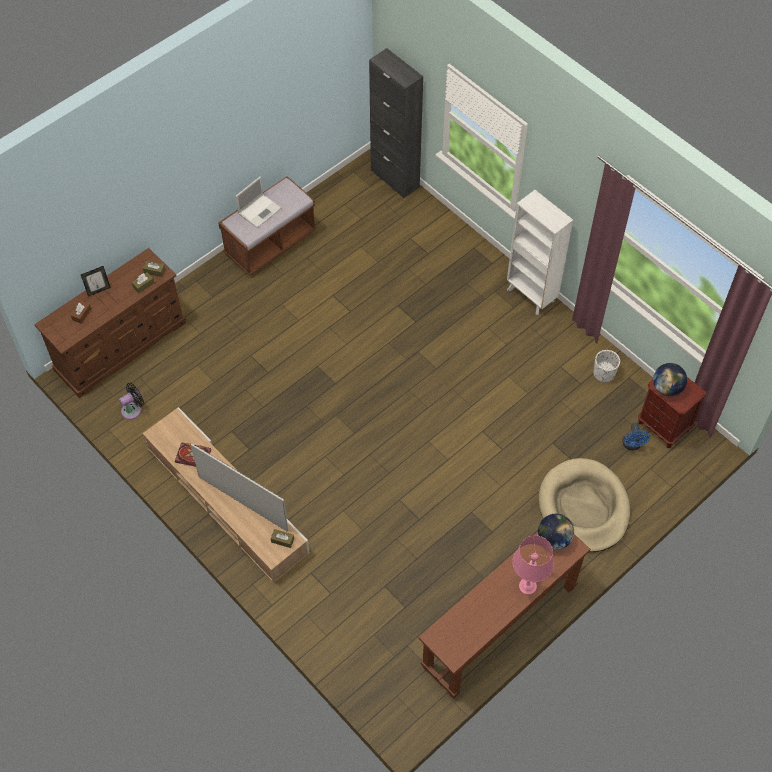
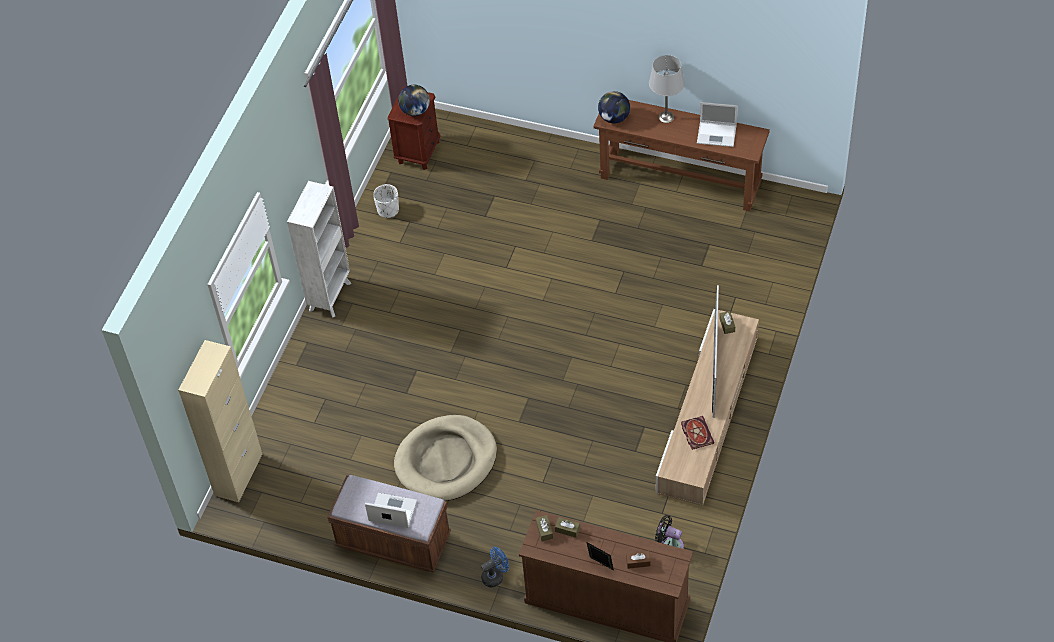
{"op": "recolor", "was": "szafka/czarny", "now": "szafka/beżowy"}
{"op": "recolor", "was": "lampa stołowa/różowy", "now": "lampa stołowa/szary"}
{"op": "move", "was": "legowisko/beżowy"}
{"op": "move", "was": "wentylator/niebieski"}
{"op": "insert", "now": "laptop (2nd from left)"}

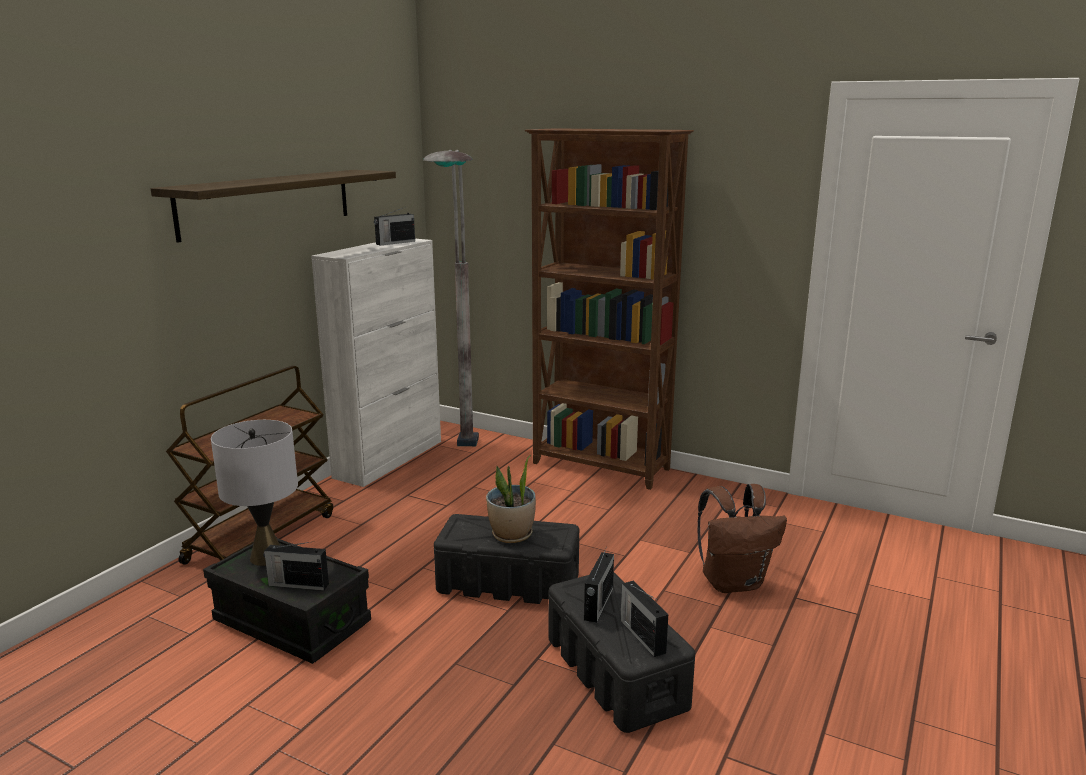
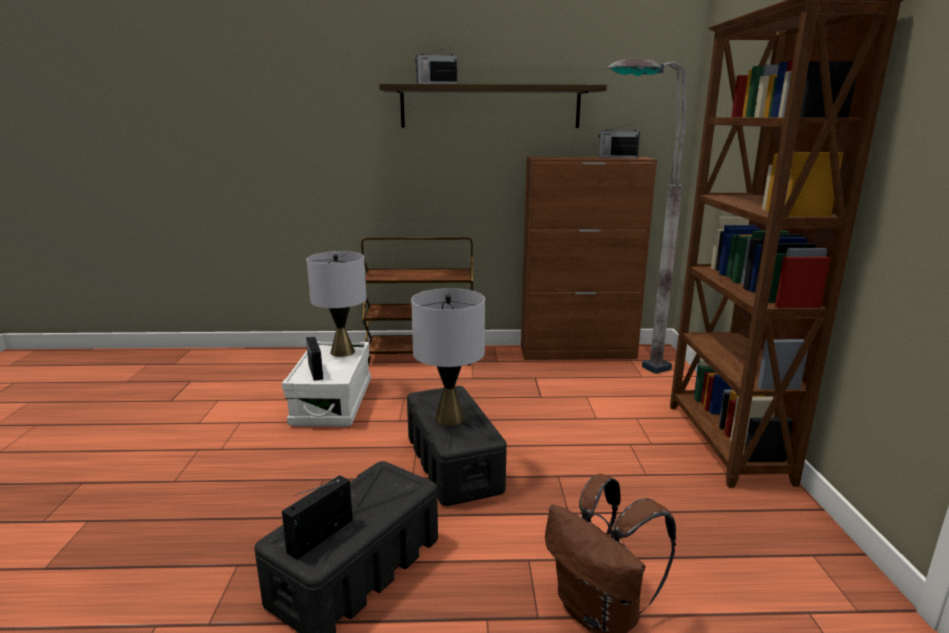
{"op": "recolor", "was": "pojemnik do przechowywania/czarny (1st from left)", "now": "pojemnik do przechowywania/biały"}
{"op": "recolor", "was": "szafka/biały", "now": "szafka/brązowy"}
{"op": "replace", "was": "roślina doniczkowa", "now": "lampa stołowa/szary (2nd from left)"}
{"op": "move", "was": "radio (3rd from left)"}

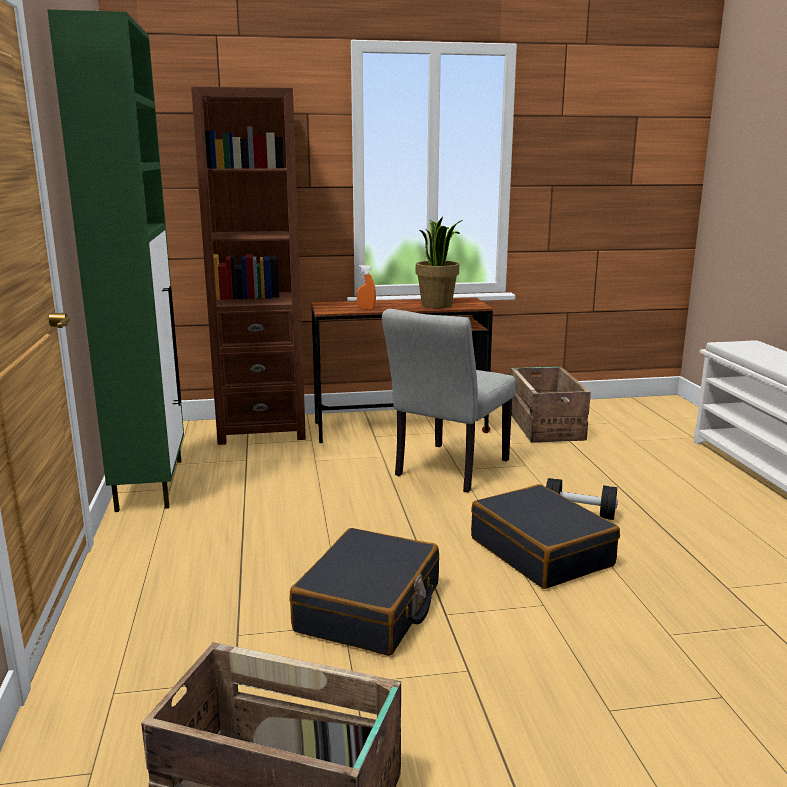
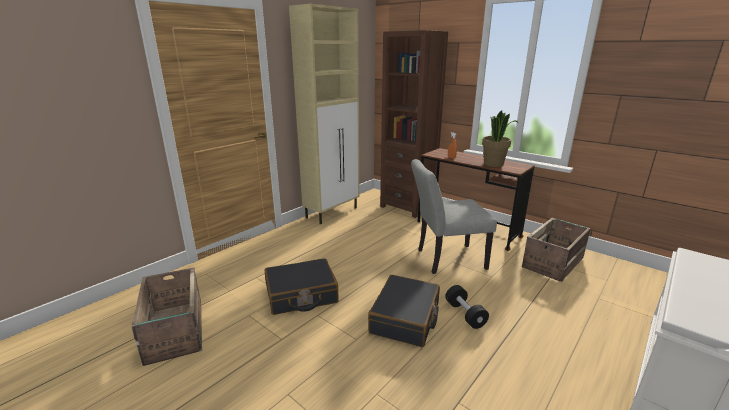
{"op": "recolor", "was": "szafka/zielony", "now": "szafka/beżowy"}

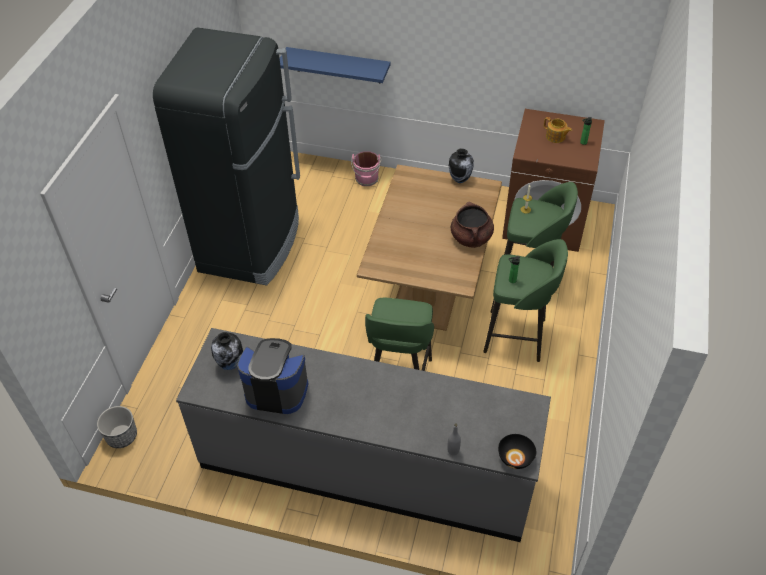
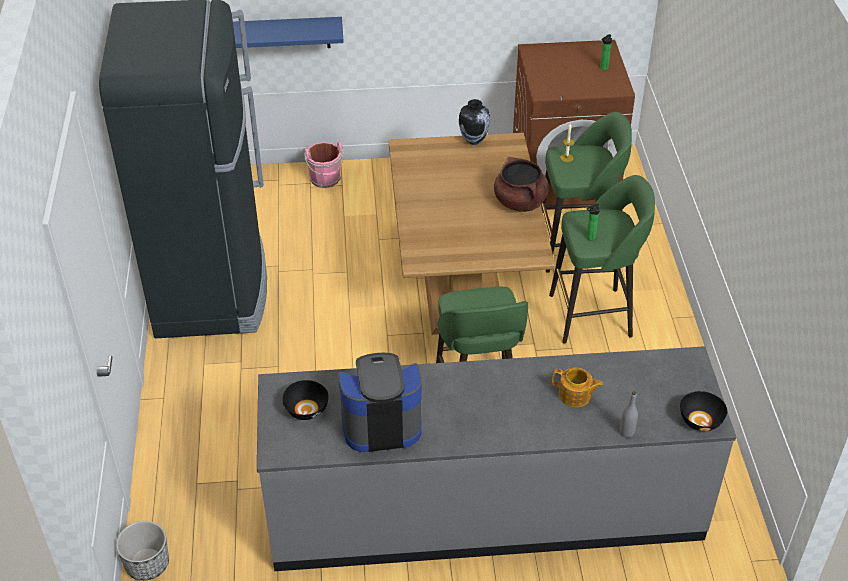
{"op": "replace", "was": "wazon (1st from left)", "now": "miska/czarny (1st from left)"}
{"op": "move", "was": "imbryk"}

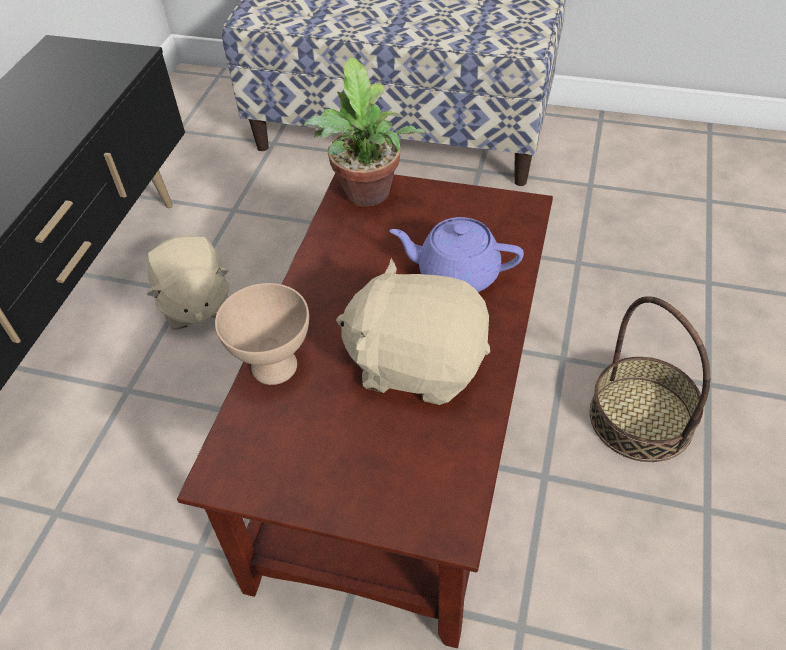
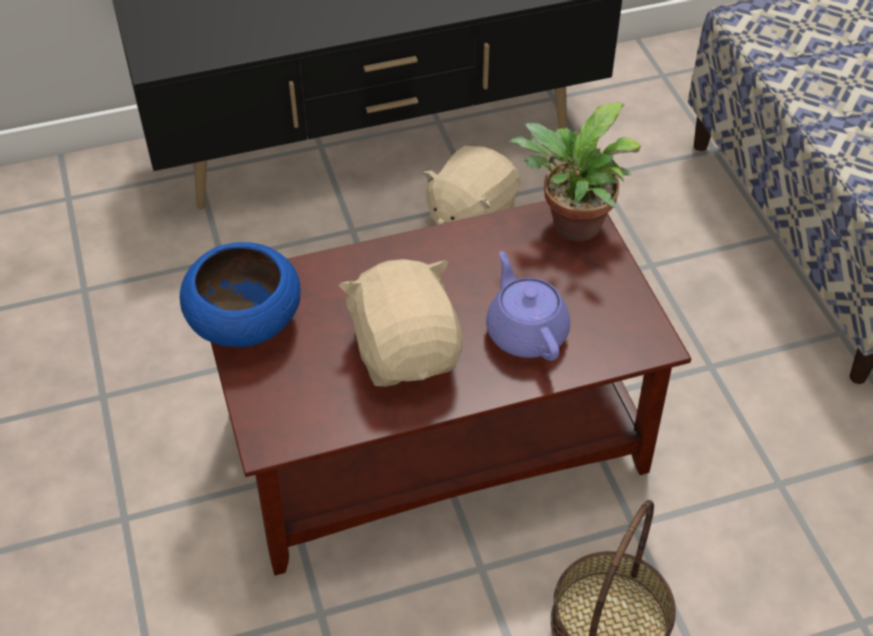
{"op": "delete", "was": "miska/beżowy"}
{"op": "insert", "now": "miska/niebieski"}

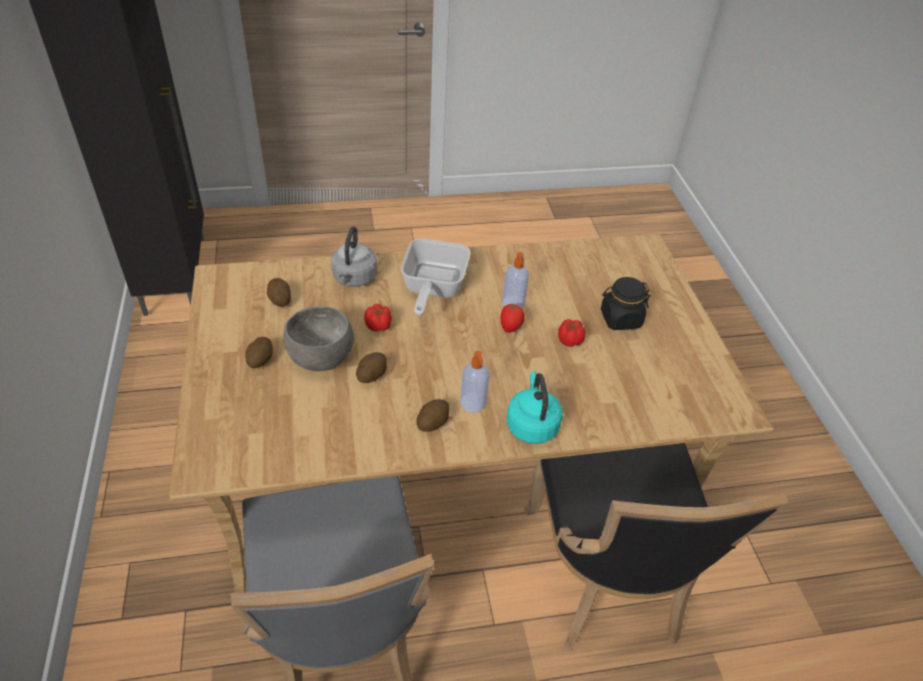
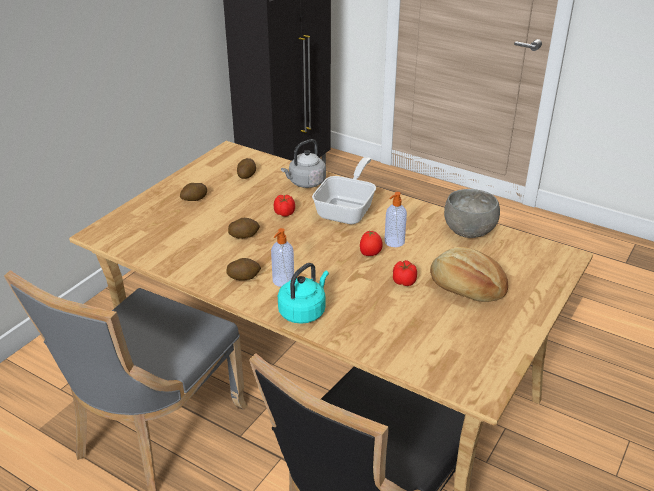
{"op": "move", "was": "miska/szary"}
{"op": "rotate", "was": "patelnia", "clockwise": 150}
{"op": "replace", "was": "słoik/czarny", "now": "chleb"}

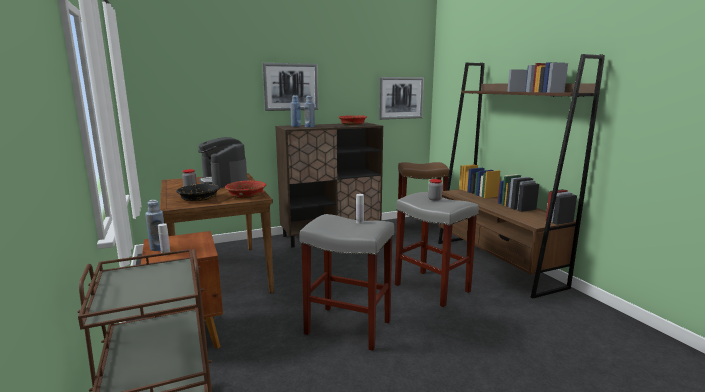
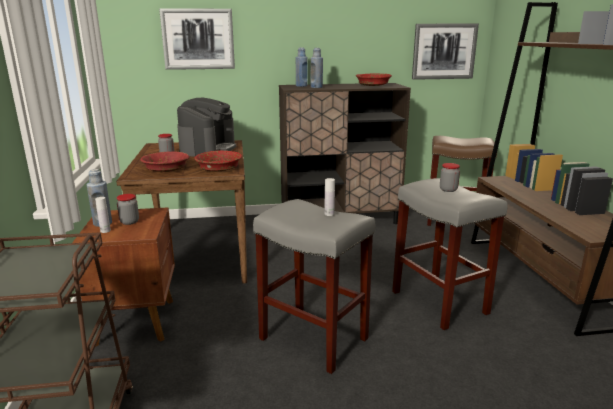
{"op": "recolor", "was": "miska/czarny", "now": "miska/czerwony (1st from left)"}
{"op": "rotate", "was": "ekspres do kawy", "clockwise": -150}
{"op": "move", "was": "obraz (1st from left)"}
{"op": "insert", "now": "słoik (1st from left)"}

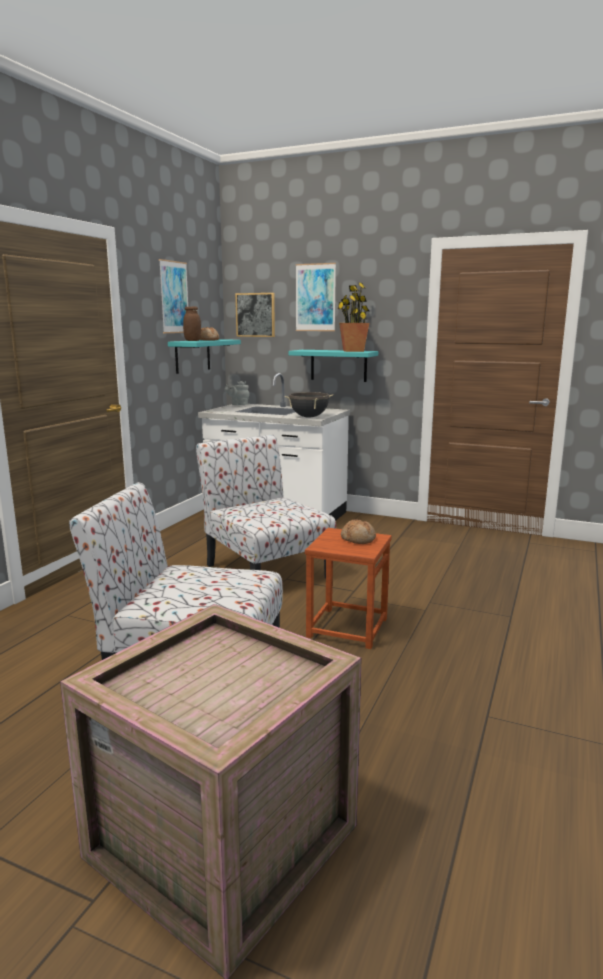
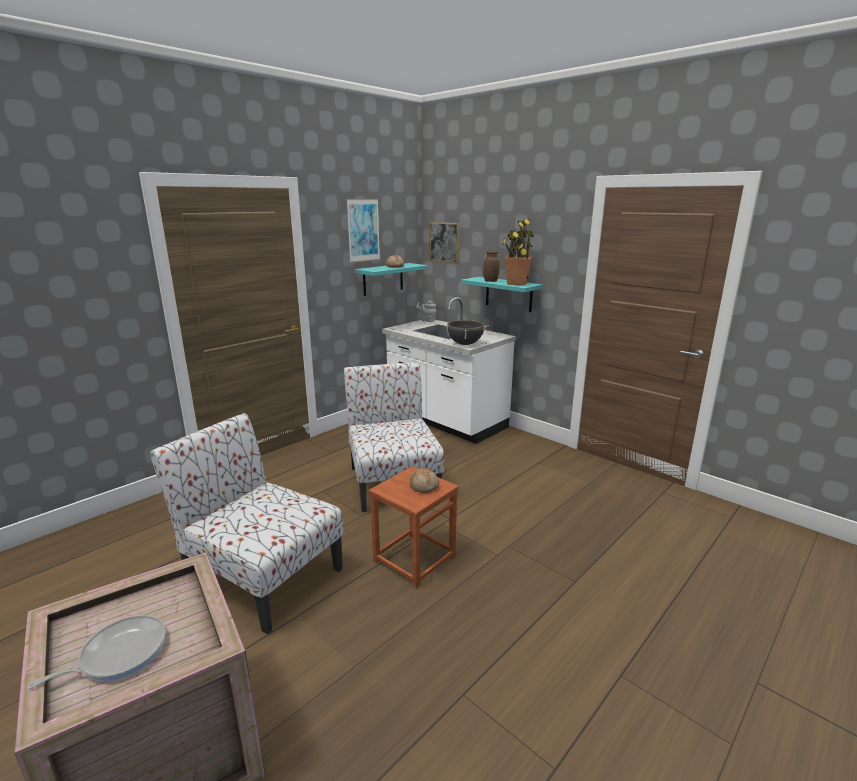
{"op": "move", "was": "słoik/brązowy"}
{"op": "delete", "was": "obraz (3rd from left)"}
{"op": "insert", "now": "patelnia"}

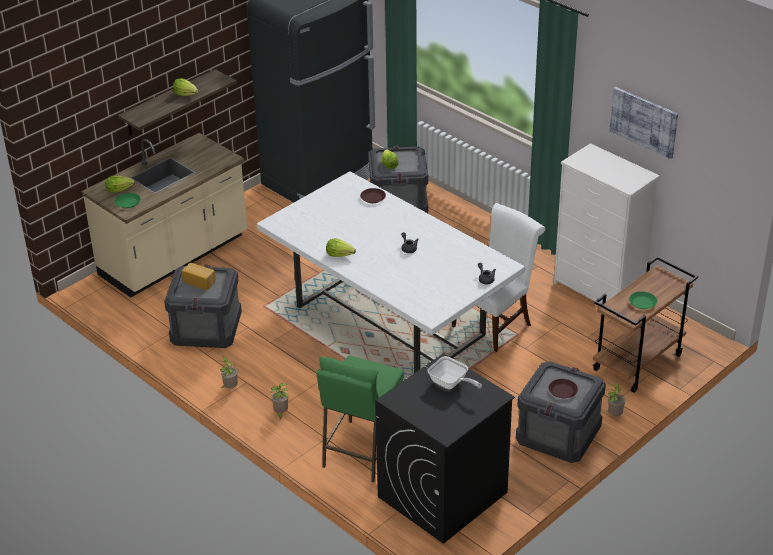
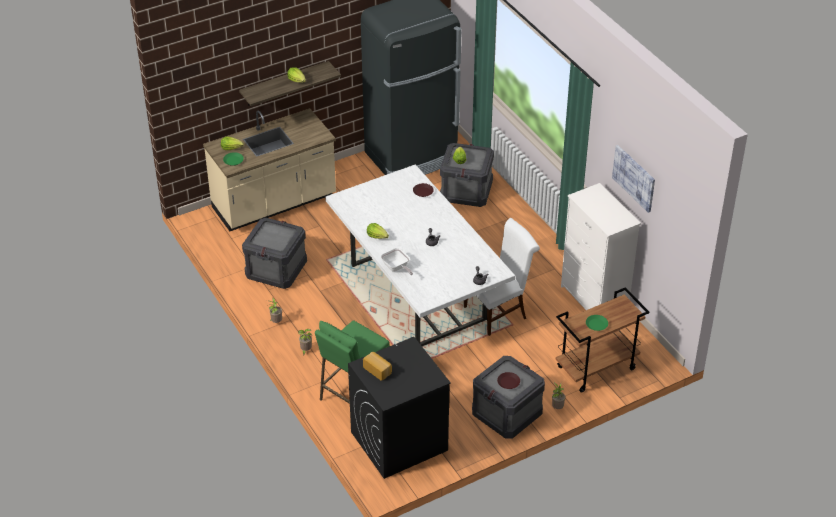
{"op": "move", "was": "chleb"}
{"op": "move", "was": "patelnia"}

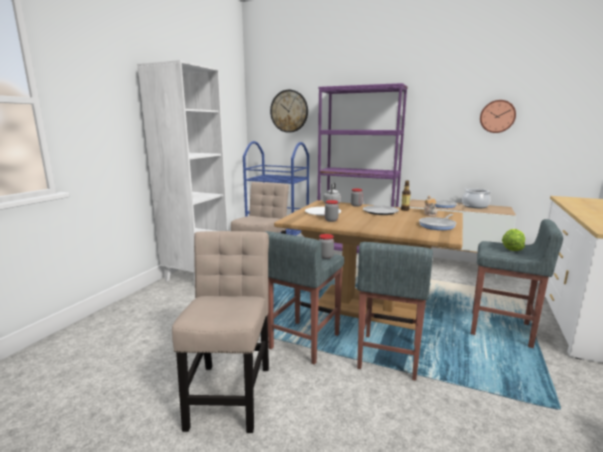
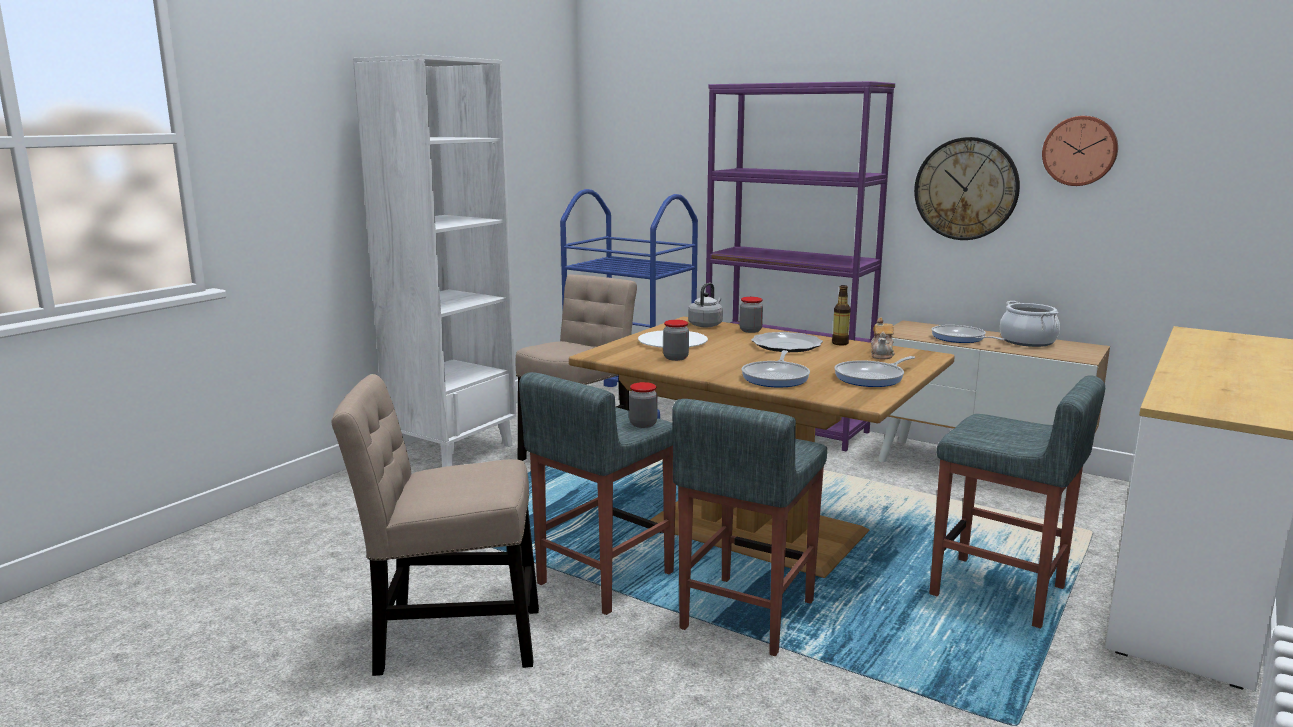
{"op": "rotate", "was": "krzesło/beżowy (1st from left)", "clockwise": -105}
{"op": "move", "was": "zegar ścienny (1st from left)"}
{"op": "delete", "was": "sałata"}
{"op": "insert", "now": "patelnia (1st from left)"}

